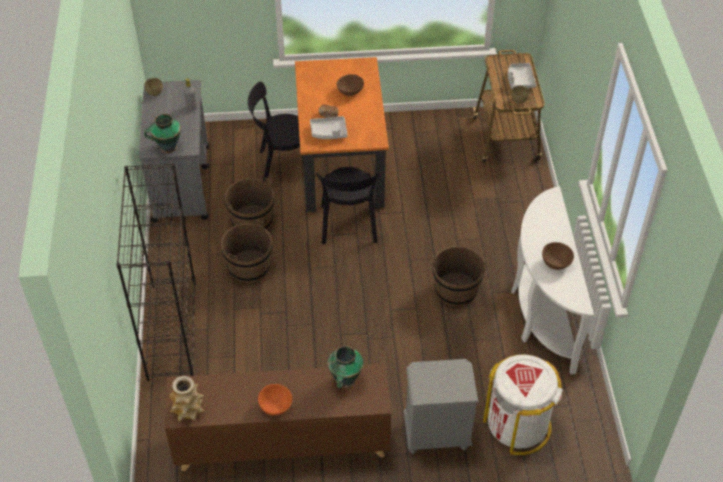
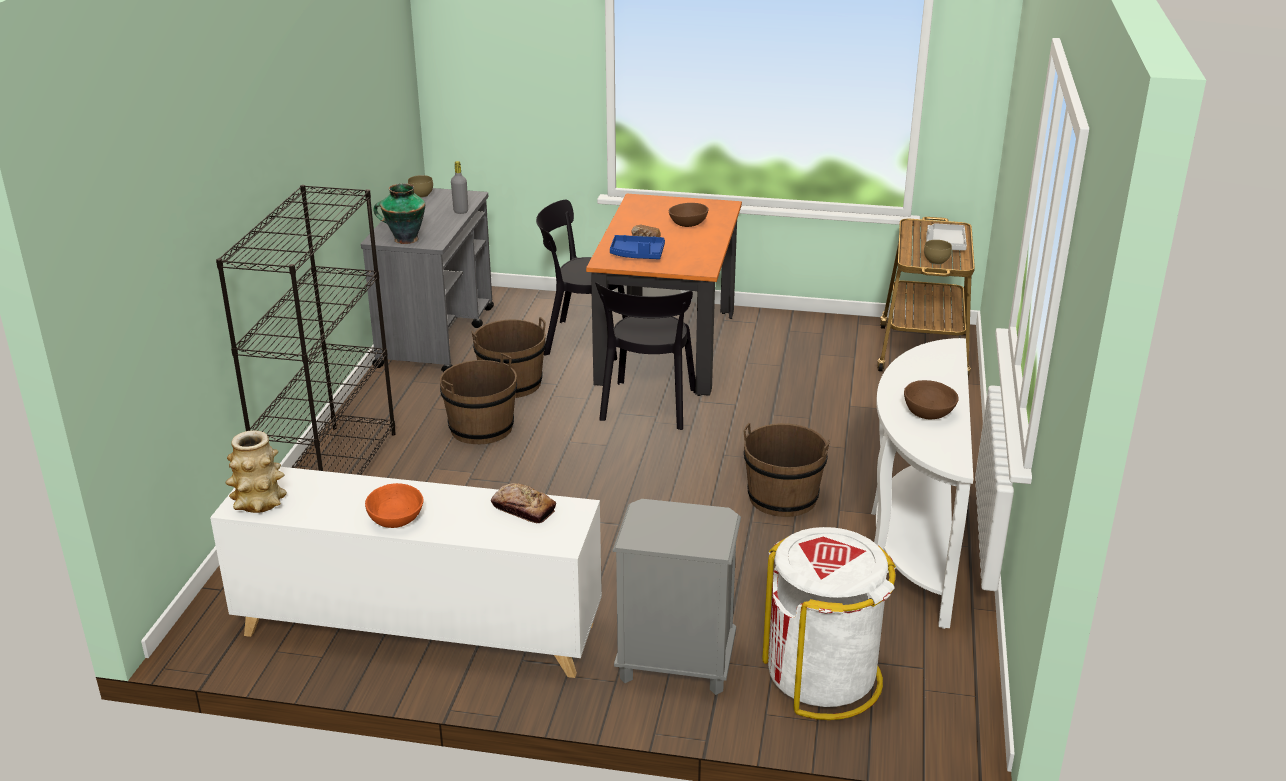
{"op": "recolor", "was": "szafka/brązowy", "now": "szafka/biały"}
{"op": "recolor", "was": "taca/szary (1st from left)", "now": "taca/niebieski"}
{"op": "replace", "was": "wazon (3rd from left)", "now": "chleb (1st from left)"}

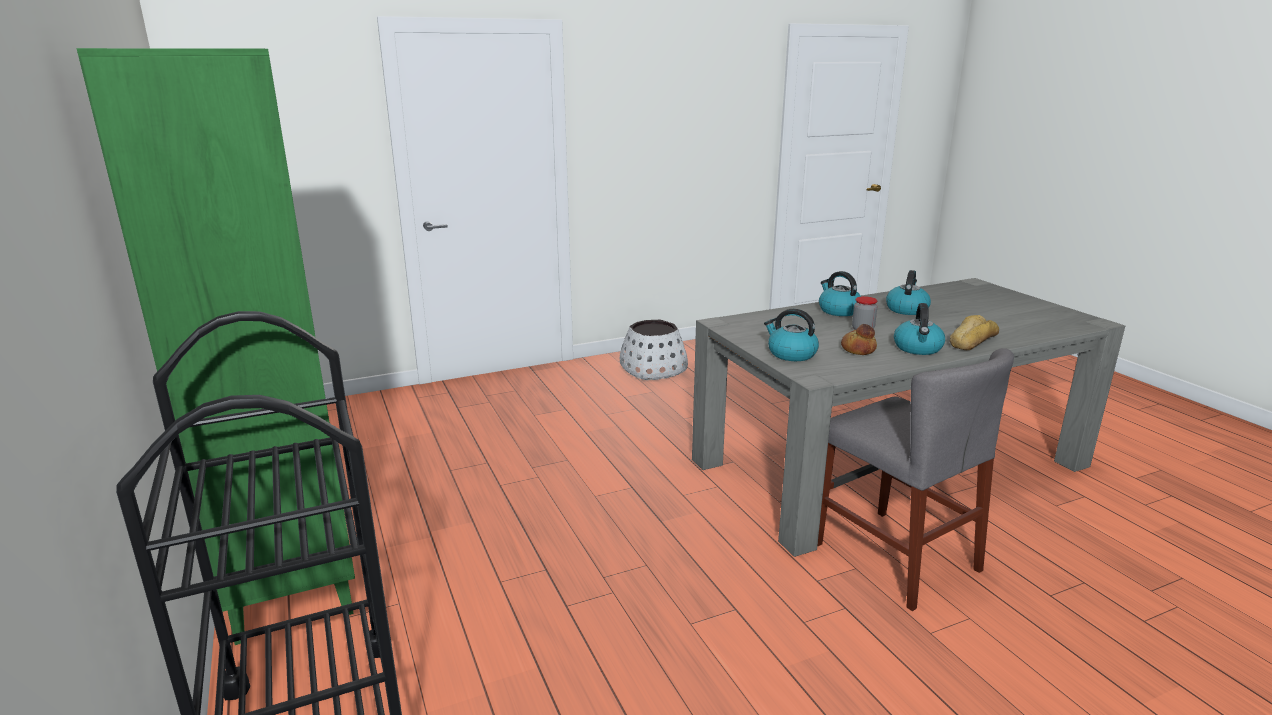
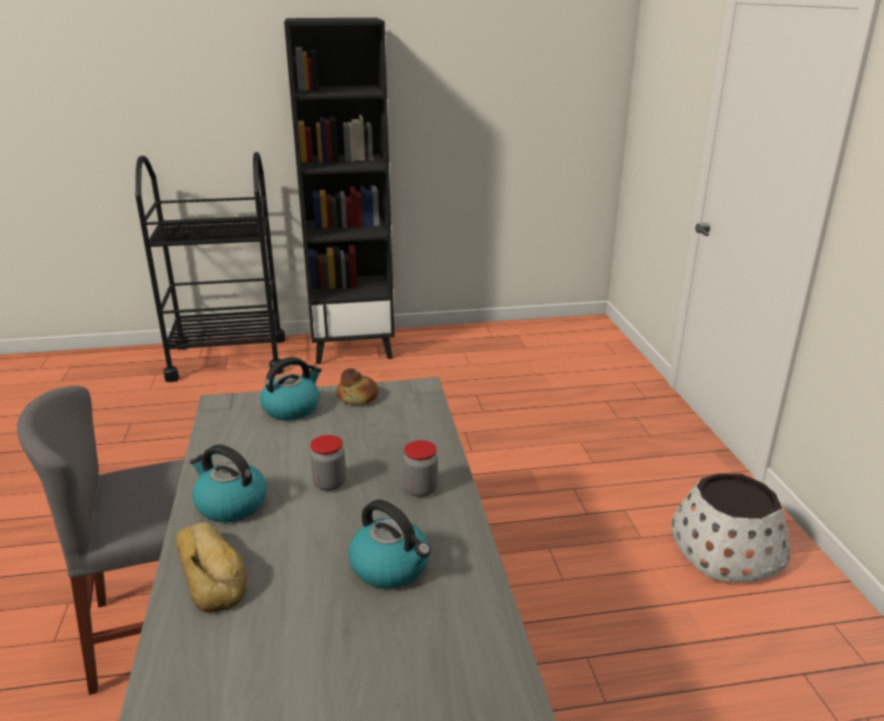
{"op": "recolor", "was": "regał/zielony", "now": "regał/czarny"}
{"op": "replace", "was": "czajnik (2nd from left)", "now": "słoik (2nd from left)"}
{"op": "move", "was": "chleb (1st from left in the first image)", "now": "chleb (2nd from left)"}

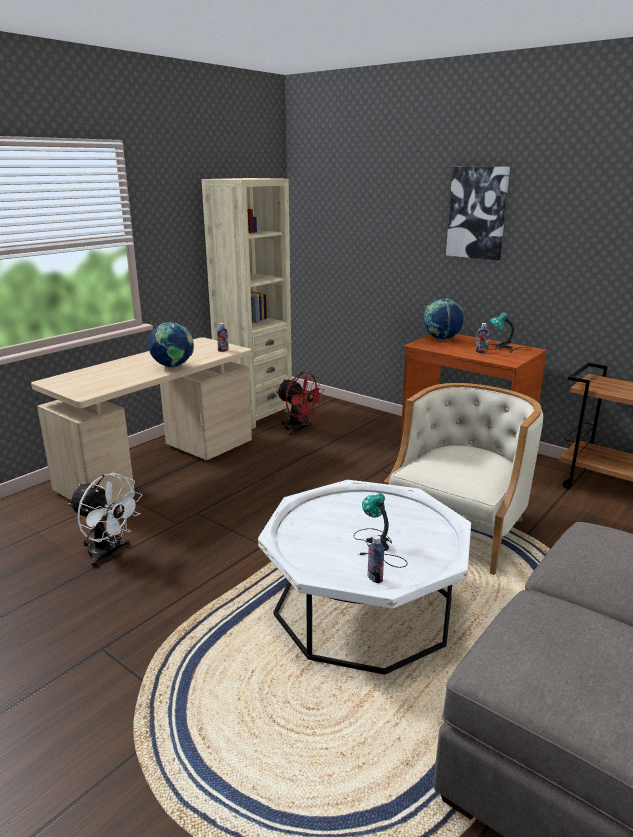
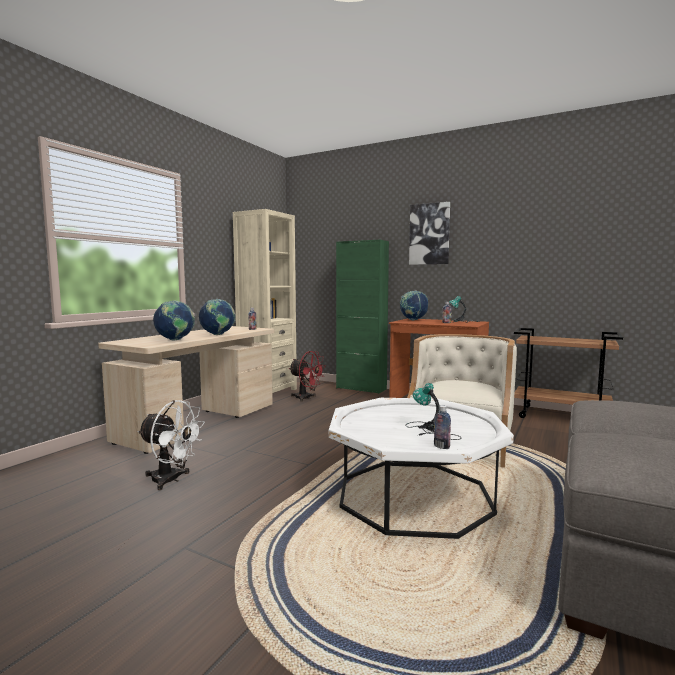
{"op": "insert", "now": "globus (1st from left)"}
{"op": "insert", "now": "szafka/zielony"}

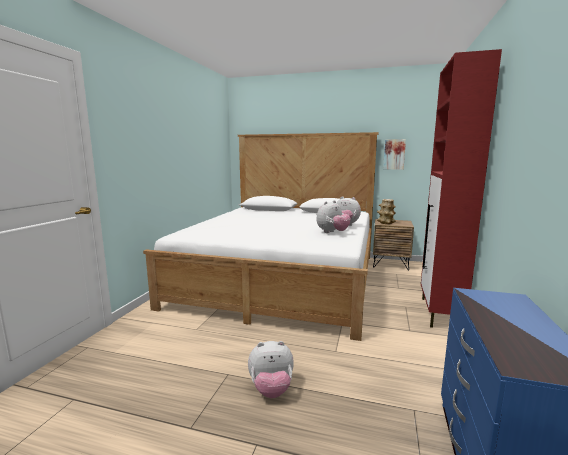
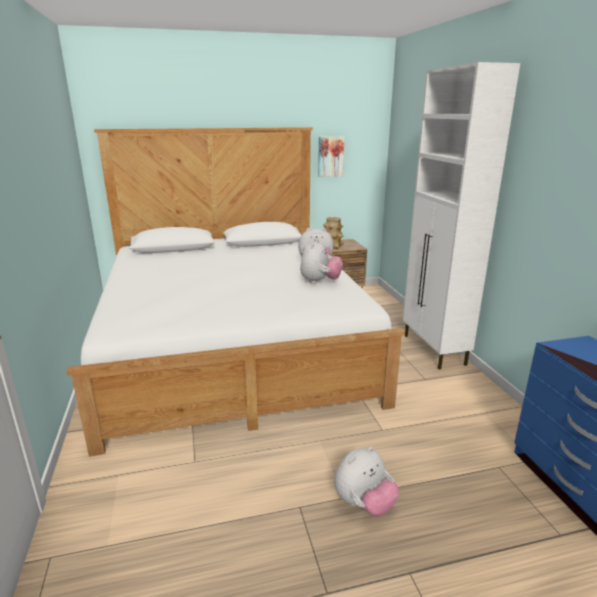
{"op": "recolor", "was": "szafka/czerwony", "now": "szafka/biały"}

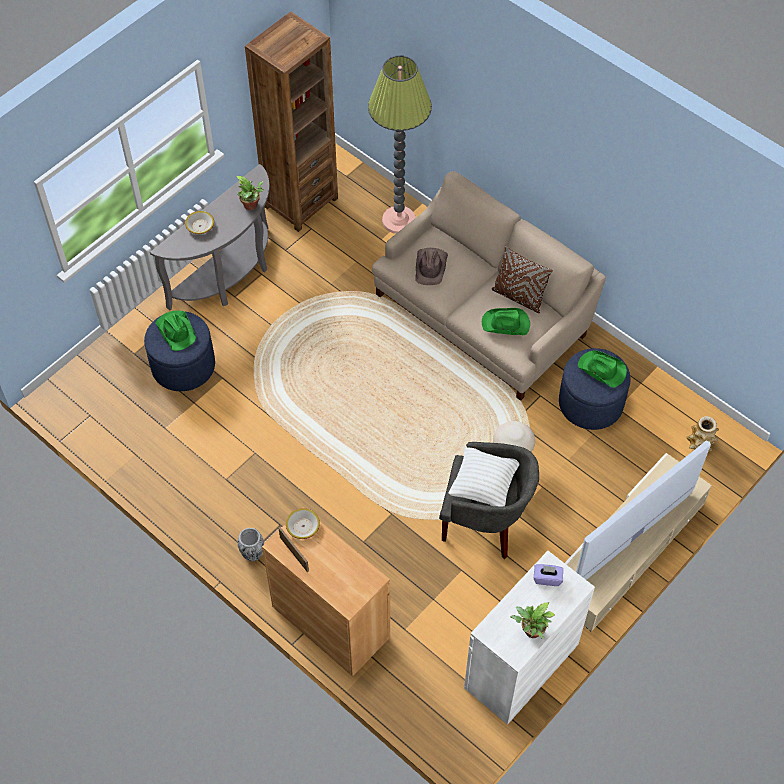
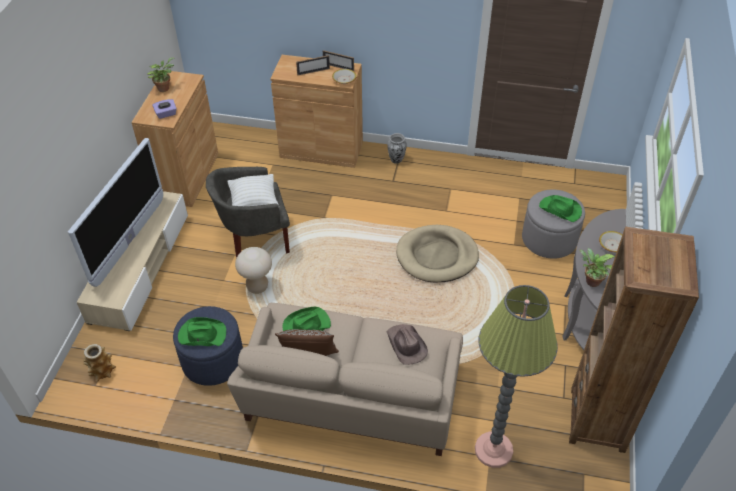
{"op": "recolor", "was": "pufa/niebieski (1st from left)", "now": "pufa/szary"}
{"op": "recolor", "was": "szafka/biały", "now": "szafka/brązowy (1st from left)"}
{"op": "insert", "now": "ramka na zdjęcie (1st from left)"}
{"op": "insert", "now": "legowisko/beżowy"}

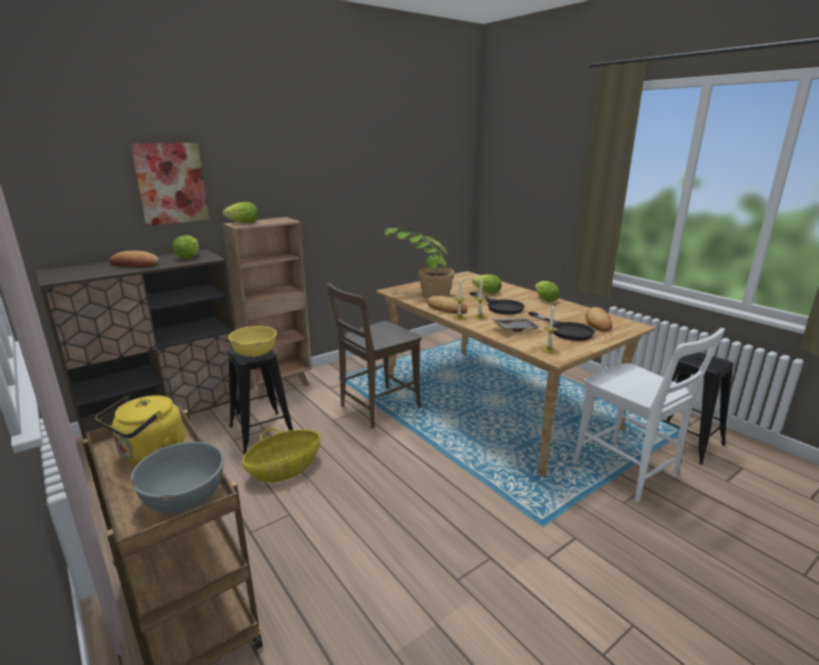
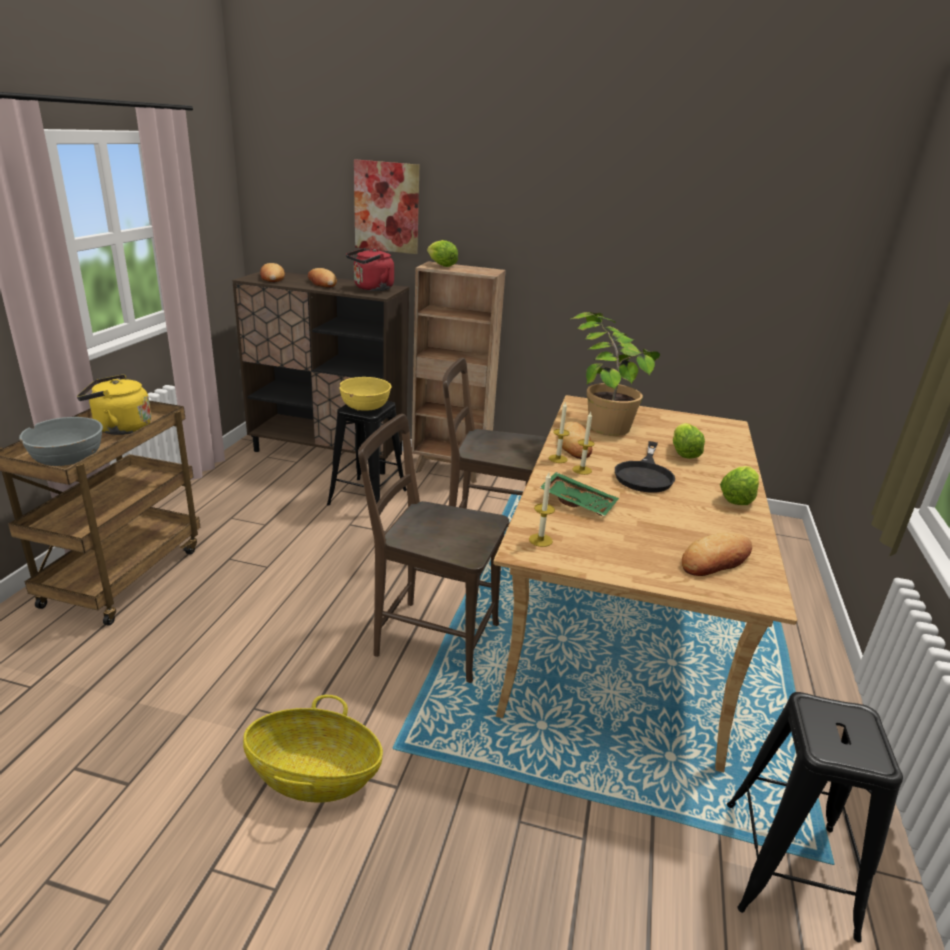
{"op": "replace", "was": "sałata (1st from left)", "now": "czajnik/czerwony"}
{"op": "move", "was": "koszyk"}
{"op": "recolor", "was": "taca/szary", "now": "taca/zielony"}
{"op": "delete", "was": "patelnia/czarny (2nd from left)"}
{"op": "delete", "was": "krzesło/biały"}
{"op": "insert", "now": "chleb (1st from left)"}
{"op": "insert", "now": "krzesło/brązowy (1st from left)"}

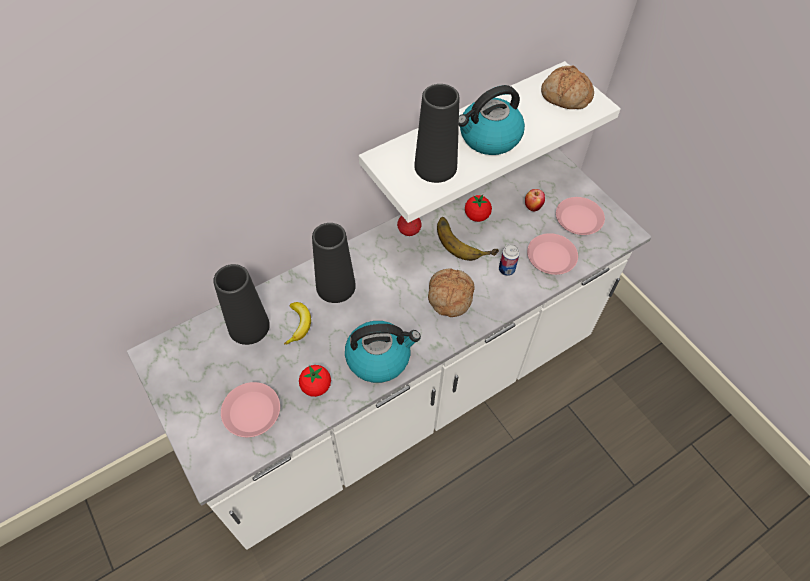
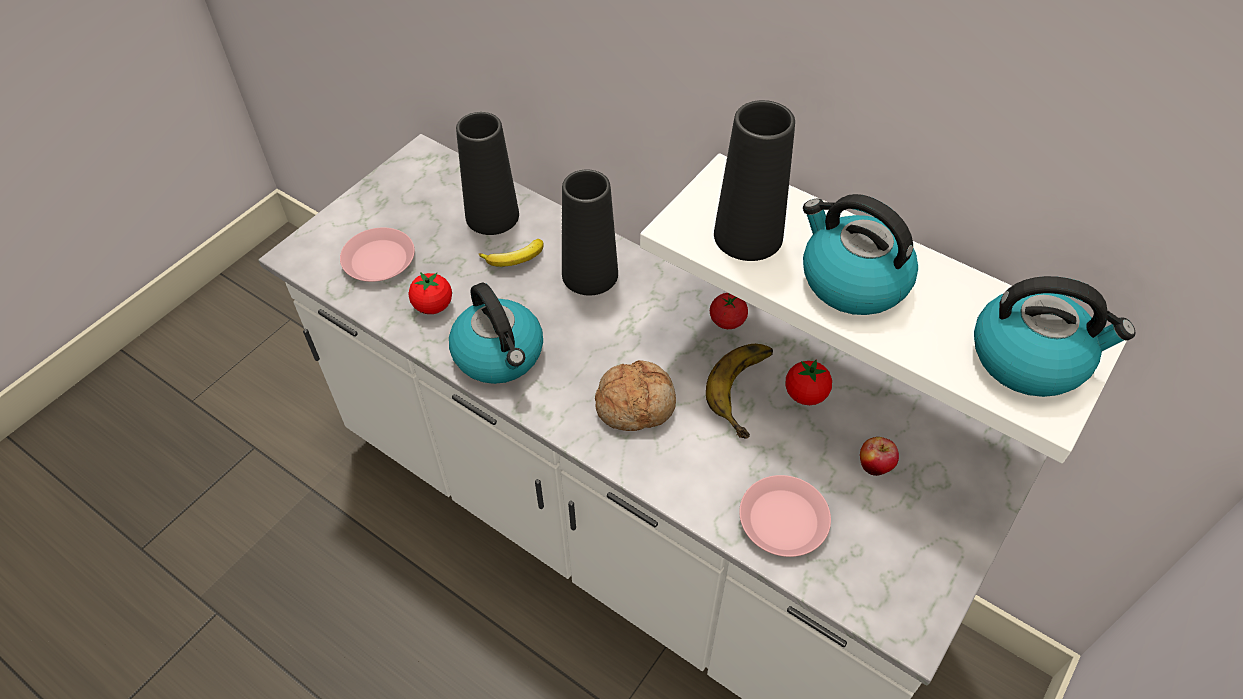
{"op": "delete", "was": "puszka"}
{"op": "replace", "was": "chleb (2nd from left)", "now": "czajnik (3rd from left)"}
{"op": "delete", "was": "talerz/różowy (3rd from left)"}

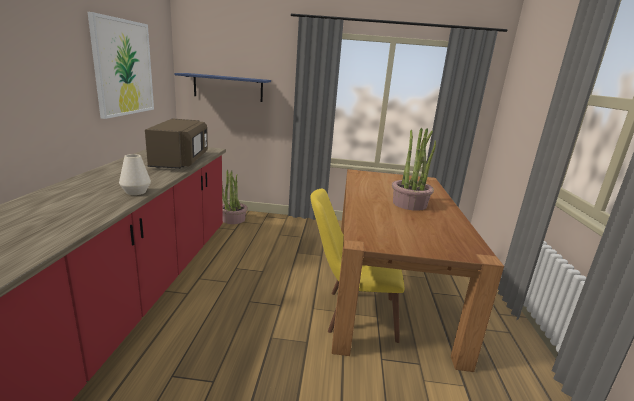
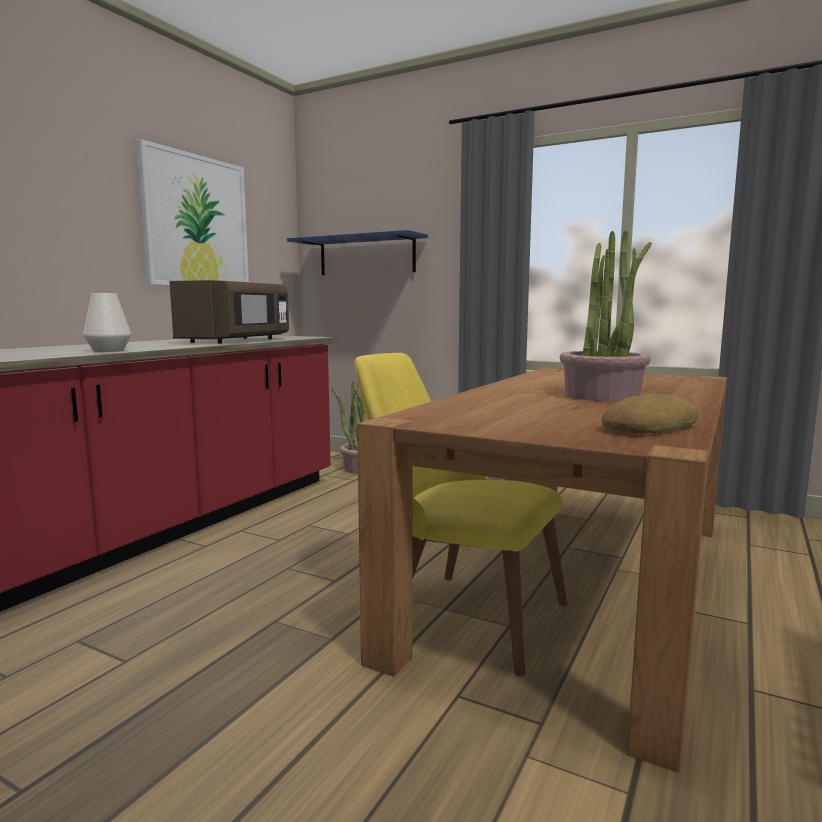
{"op": "insert", "now": "chleb"}

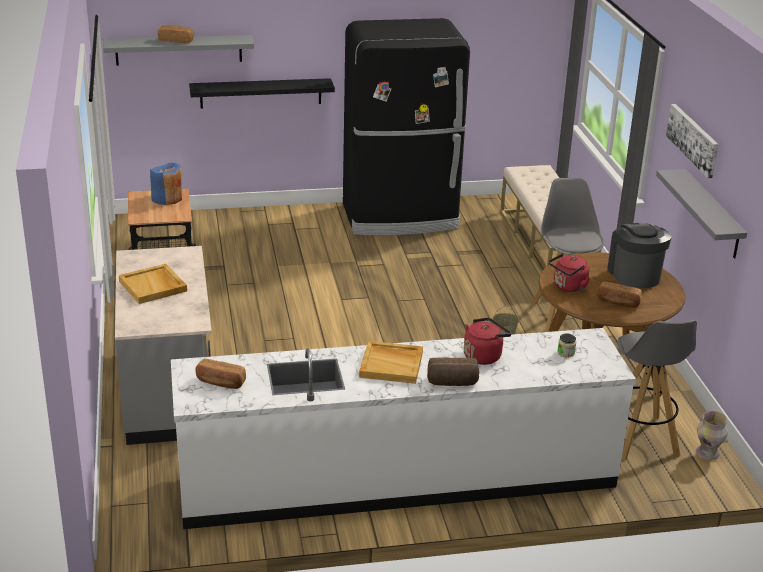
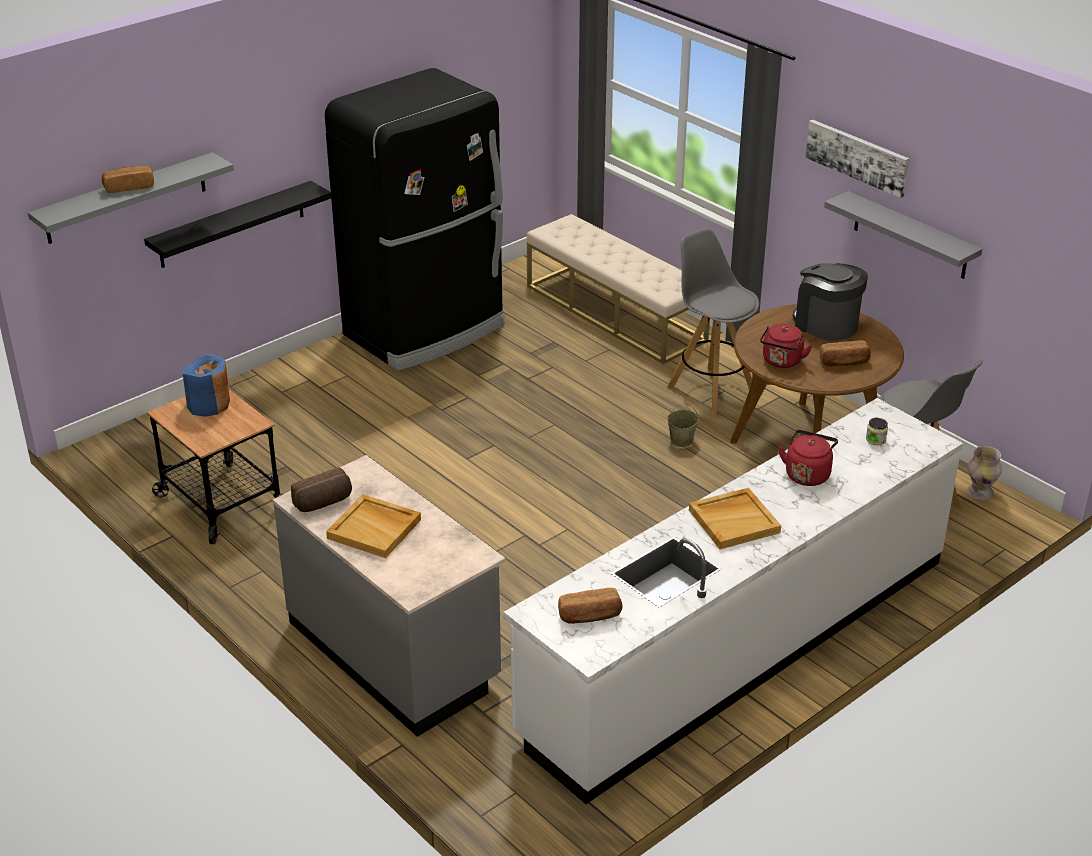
{"op": "move", "was": "chleb (3rd from left in the first image)", "now": "chleb (2nd from left)"}

